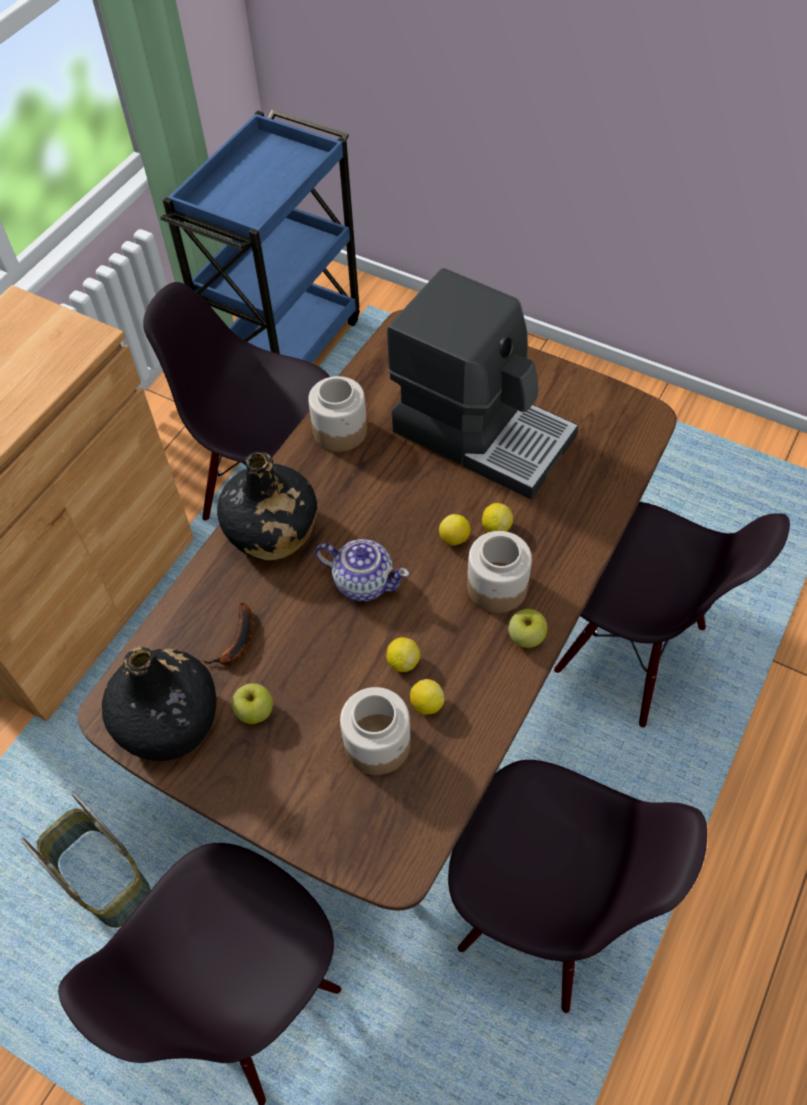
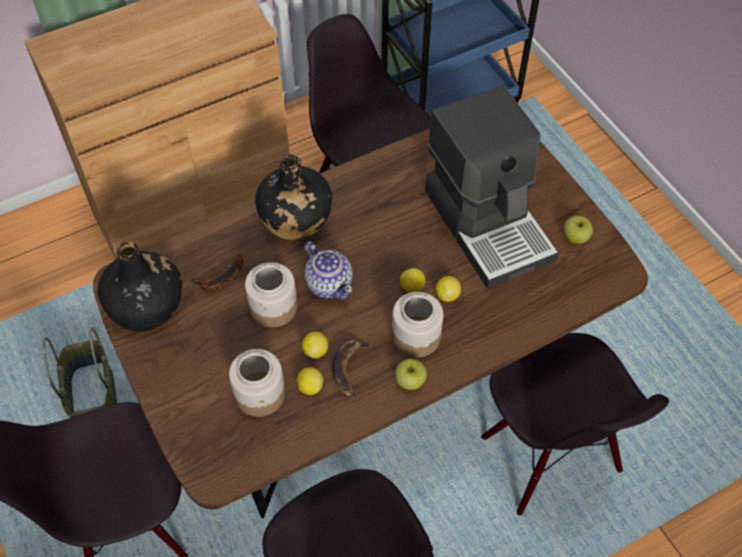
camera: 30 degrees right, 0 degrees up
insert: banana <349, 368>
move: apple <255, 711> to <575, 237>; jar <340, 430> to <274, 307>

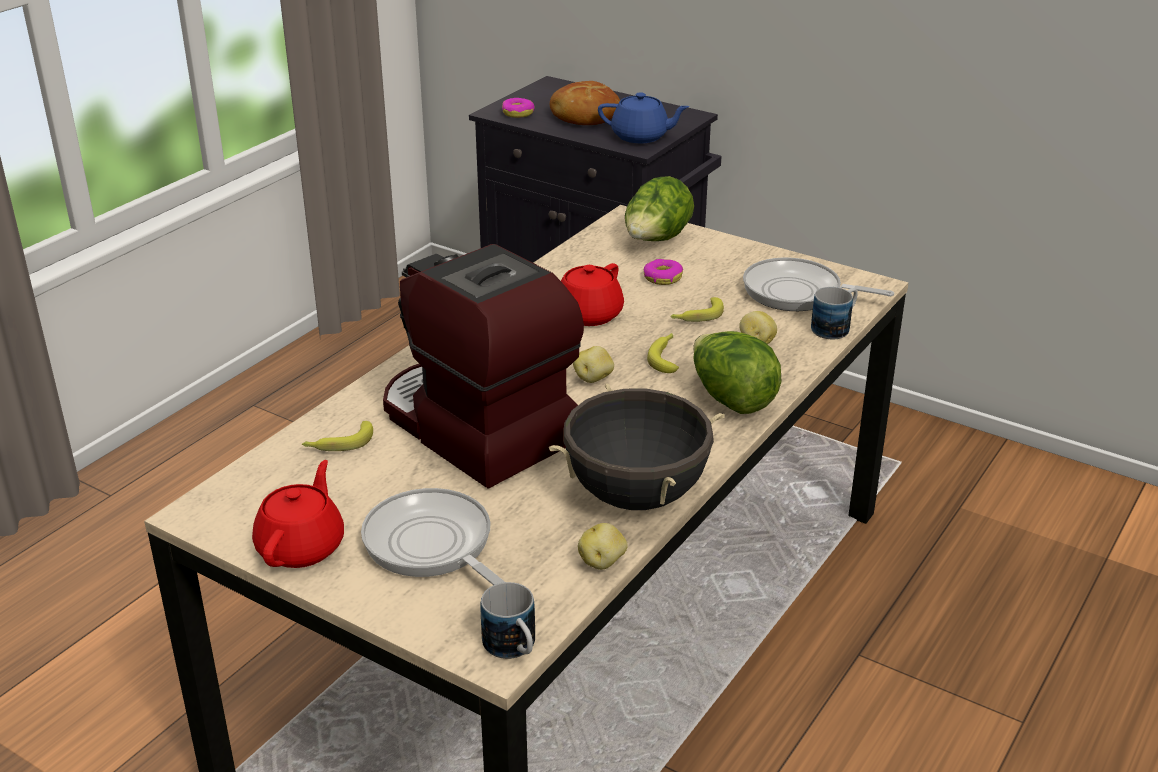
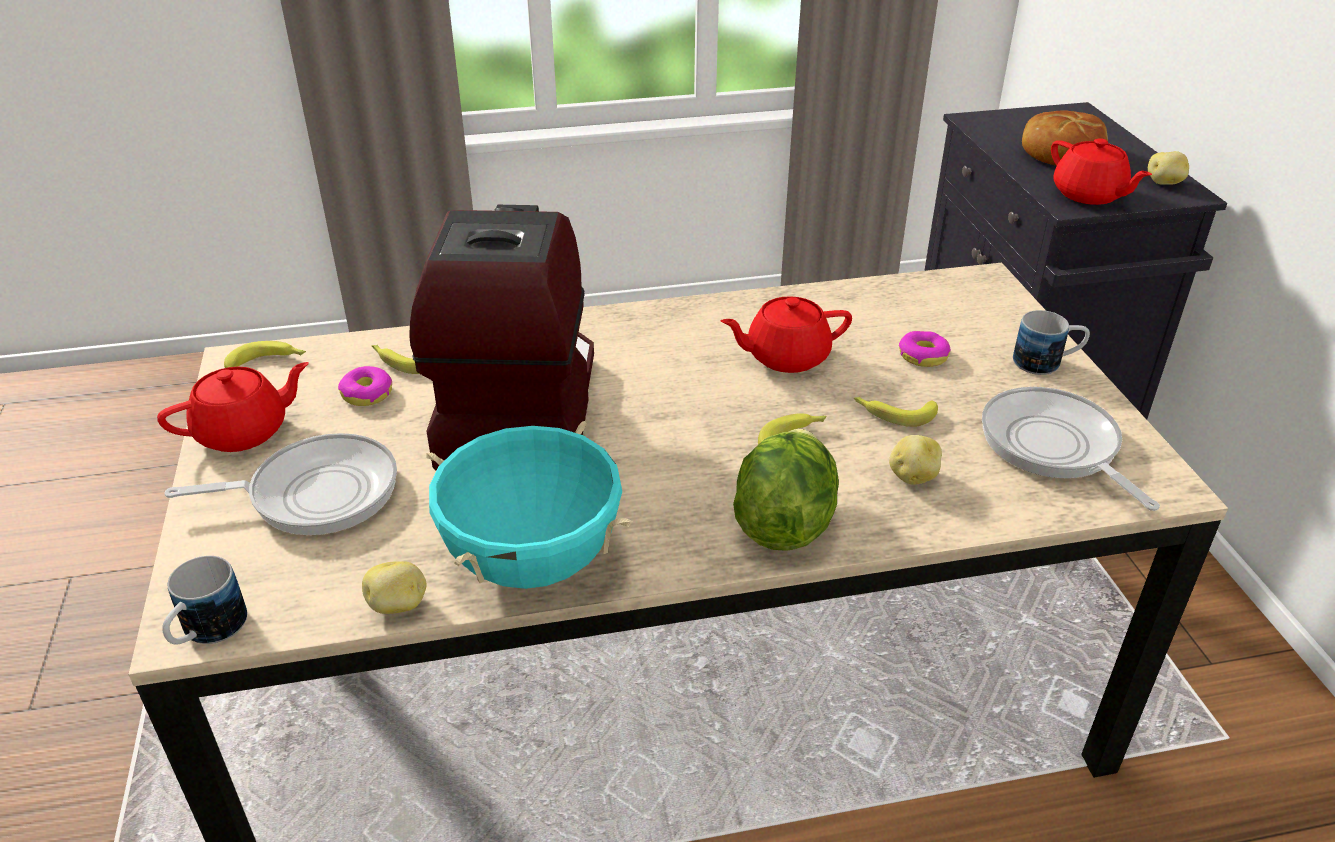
camera: 45 degrees right, 5 degrees up
delete: lettuce <656, 241>
insert: banana <268, 362>
move: donut <518, 113> to <367, 394>; potato <593, 379> to <1164, 183>; mug <835, 327> to <1046, 363>
recolor: black cooking pot <636, 495> to turquoise cooking pot <533, 560>; blue teapot <641, 137> to red teapot <1089, 195>
rotate: frying pan <432, 546> = <315, 493> 75 degrees clockwise

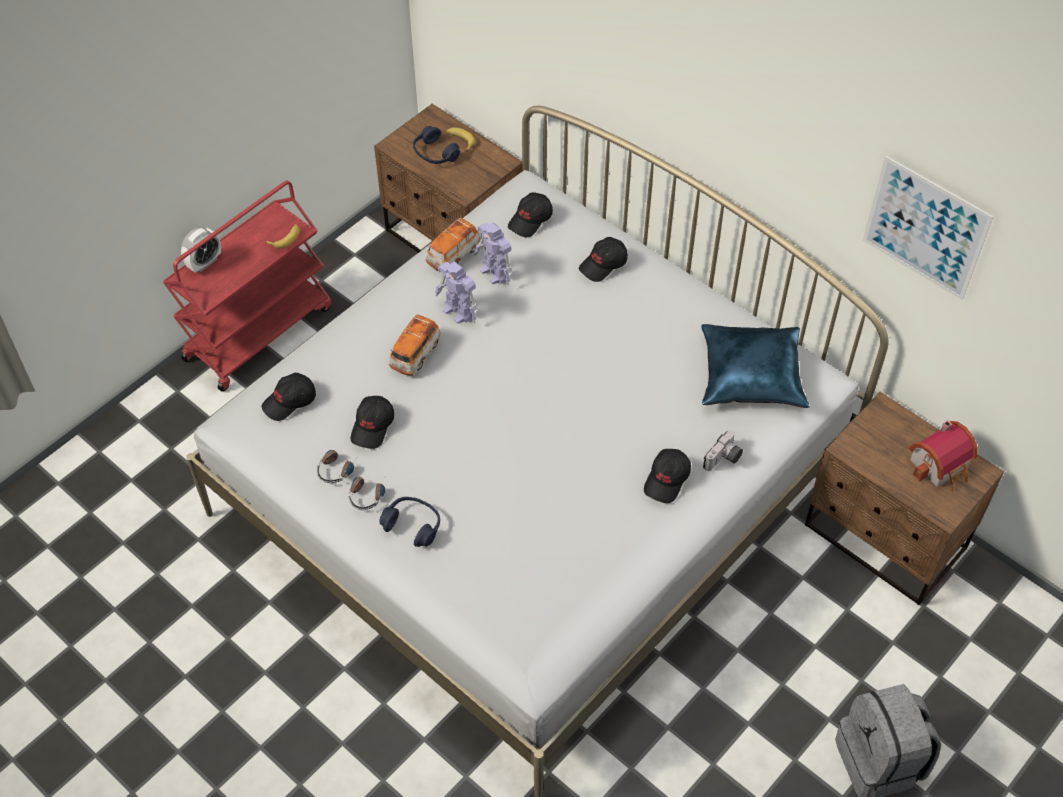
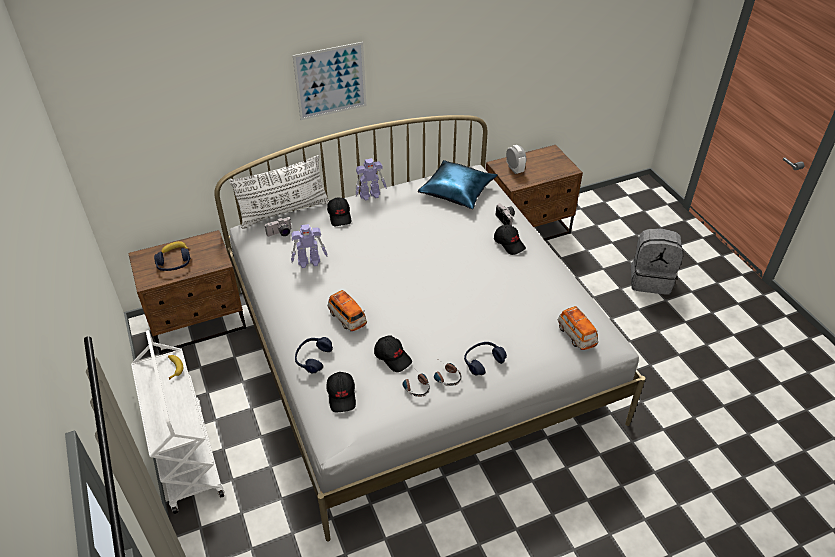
camera: 65 degrees left, 10 degrees down
delete: toy house <941, 466>
insert: white pillow <284, 211>; blue headphones <313, 358>
move: alarm clock <204, 263> to <514, 169>; toy car <453, 255> to <576, 335>; toy robot <458, 312> to <370, 195>; picture <925, 228> to <330, 81>
replace: black cap <531, 220> to photo camera <280, 233>
recolor: red cart <258, 332> to white cart <186, 456>

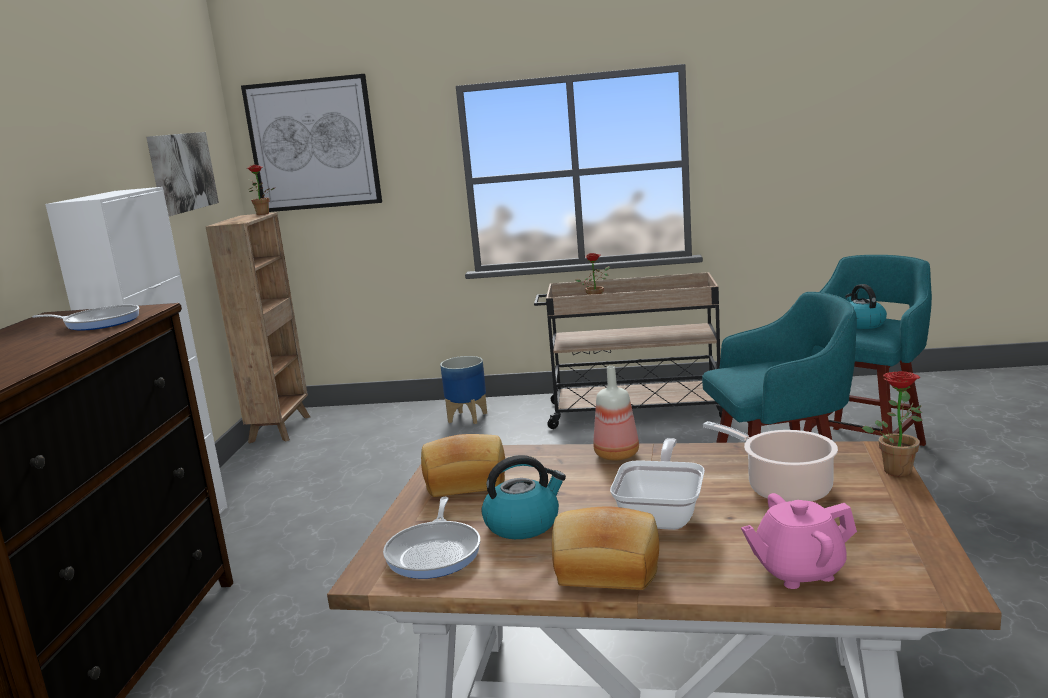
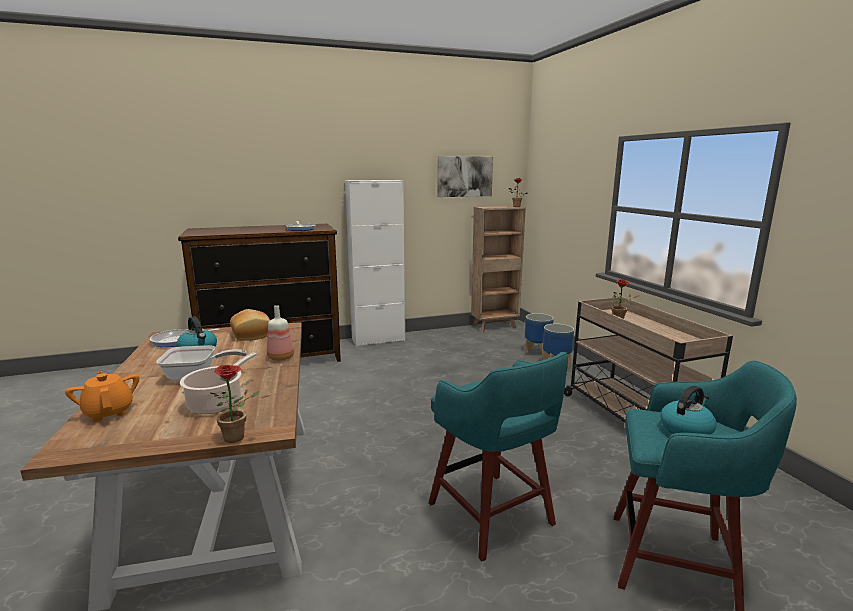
camera: 65 degrees right, 0 degrees up
delete: picture <313, 144>; bread <606, 570>
insert: planter <537, 352>
recolor: pink teapot <798, 571> to orange teapot <109, 412>

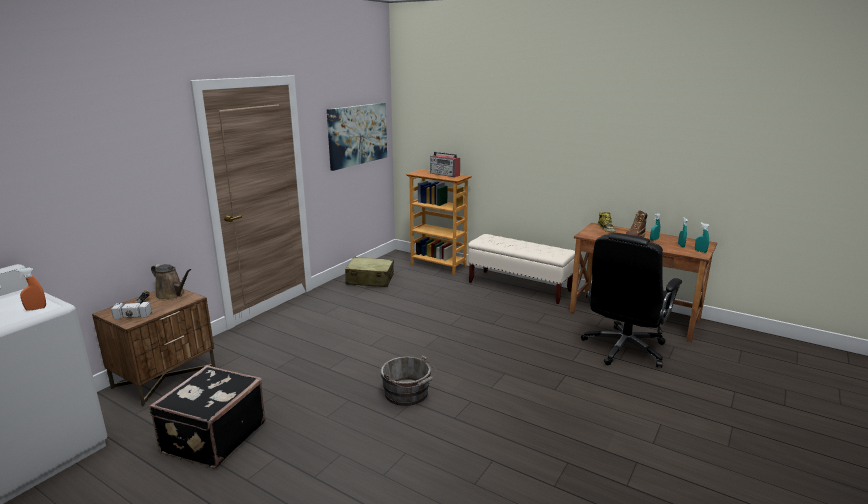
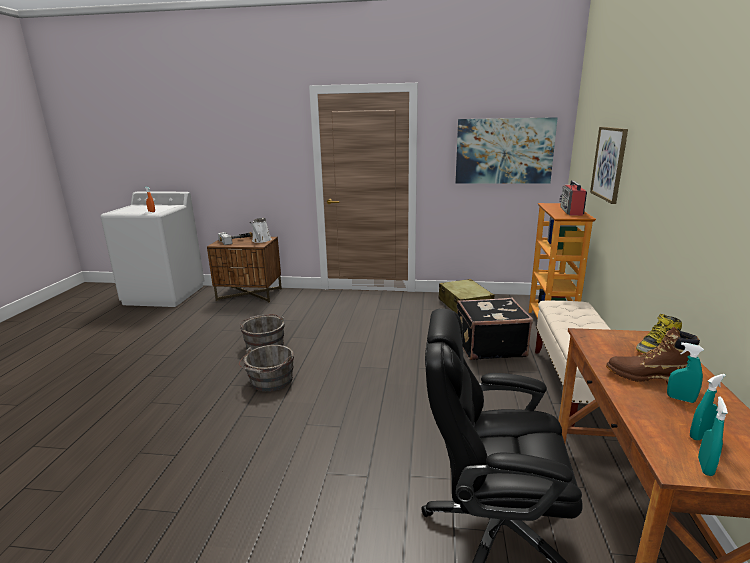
camera: 65 degrees right, 0 degrees up
insert: grey bucket <264, 344>; picture <609, 163>
move: black suitcase <212, 437> to <489, 346>
recolor: brown watering can <172, 295> to white watering can <261, 240>

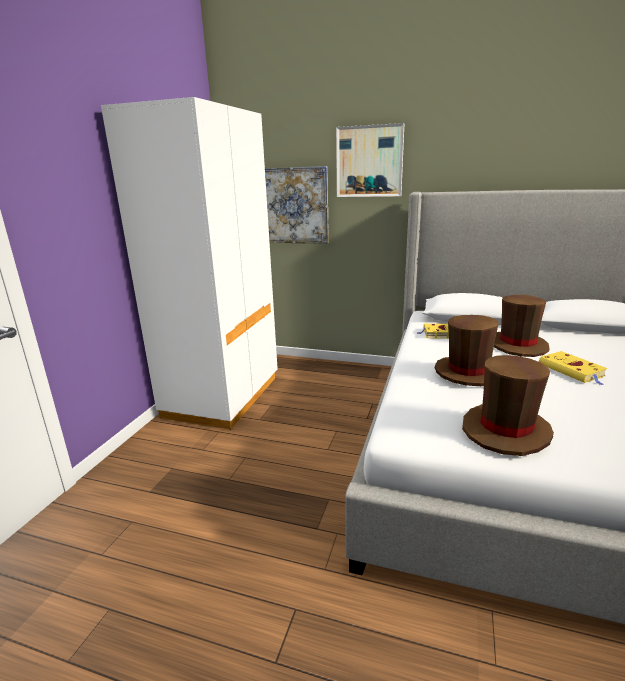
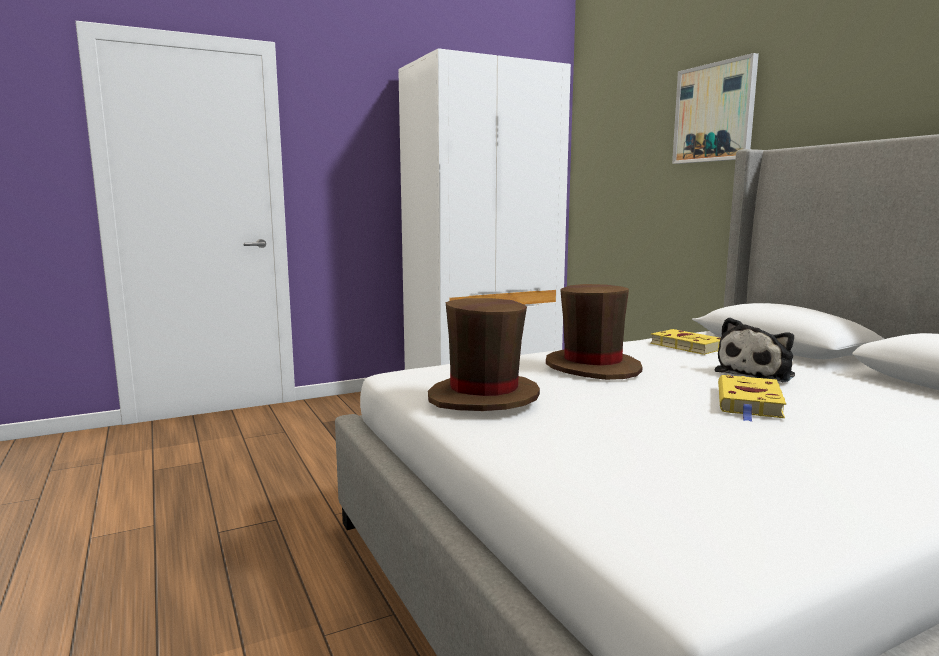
camera: 45 degrees right, 10 degrees down
delete: picture <293, 206>
replace: brown hat <517, 345> to plush toy <757, 373>

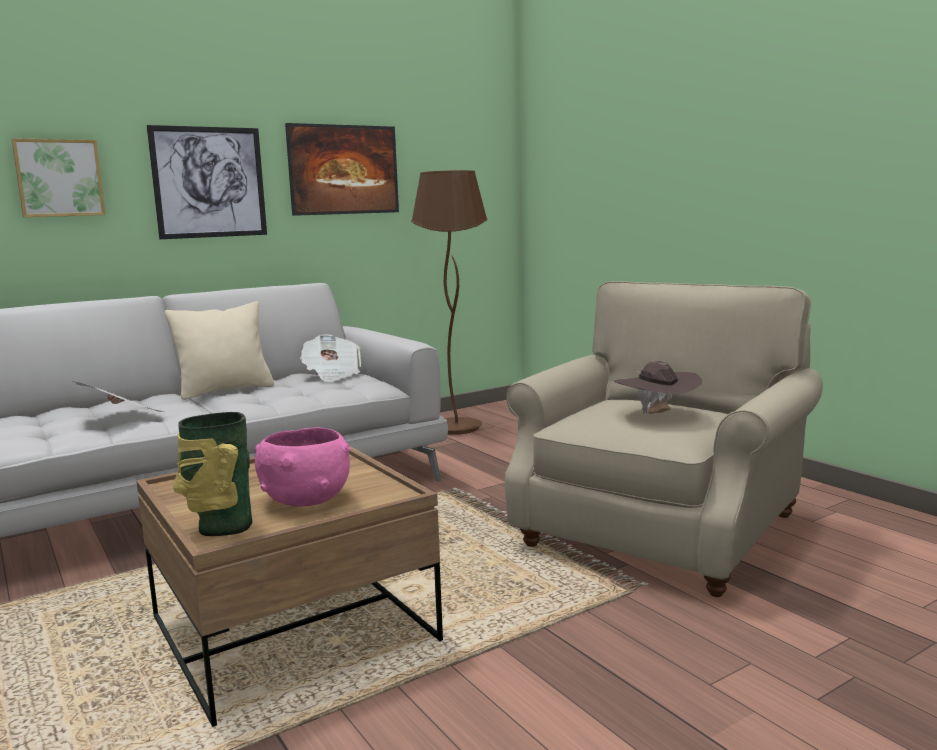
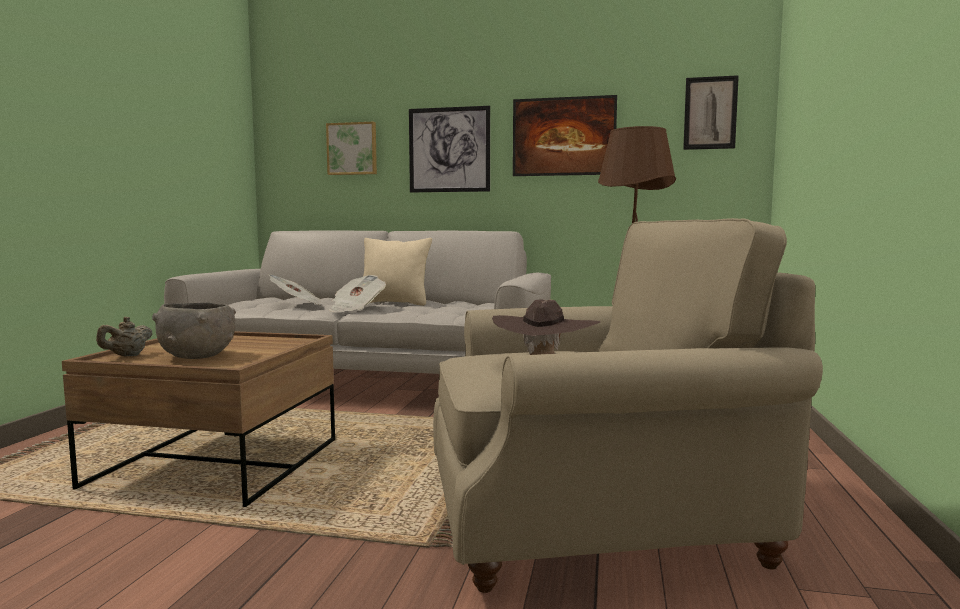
camera: 45 degrees right, 5 degrees down
insert: picture <710, 113>
move: newspaper <332, 375> to <356, 309>
replace: vase <222, 527> to beige teapot <127, 356>
recolor: pink bowl <306, 500> to grey bowl <197, 356>

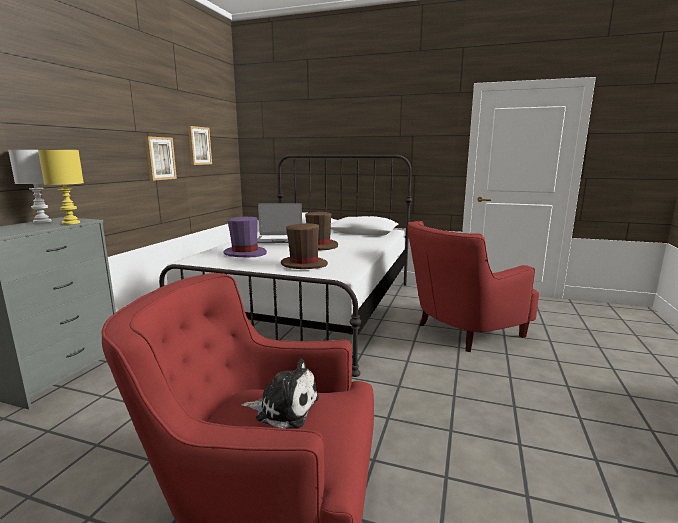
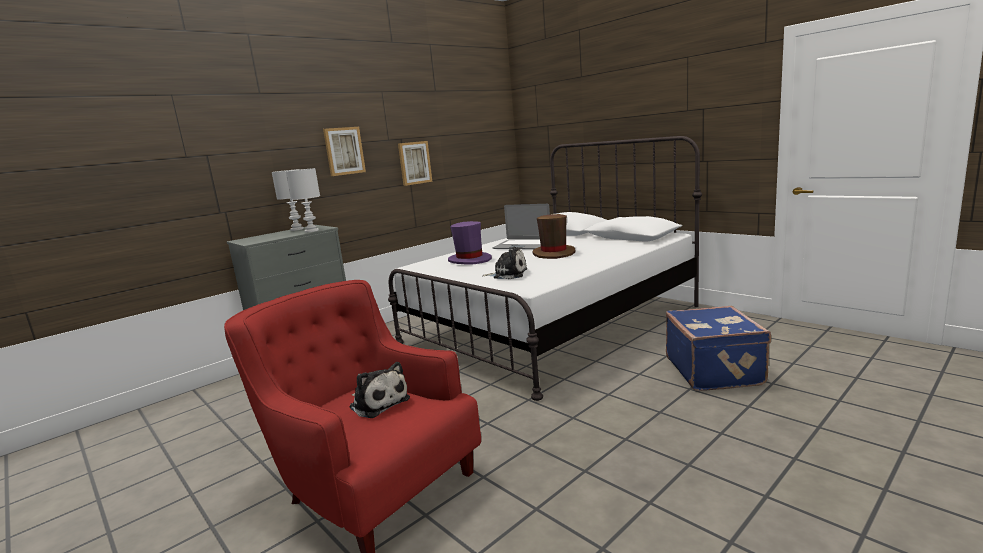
camera: 30 degrees right, 0 degrees up
move: picture <199, 145> to <344, 151>
replace: brown hat <304, 264> to plush toy <508, 274>; red armchair <462, 331> to blue suitcase <715, 371>
recolor: yellow table lamp <70, 223> to white table lamp <311, 231>

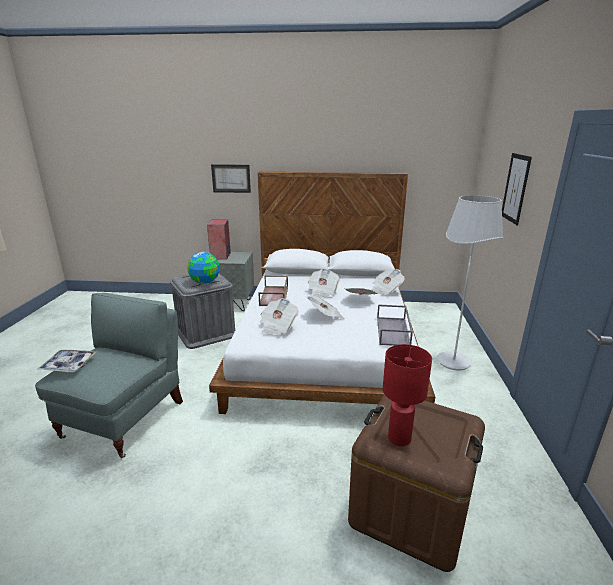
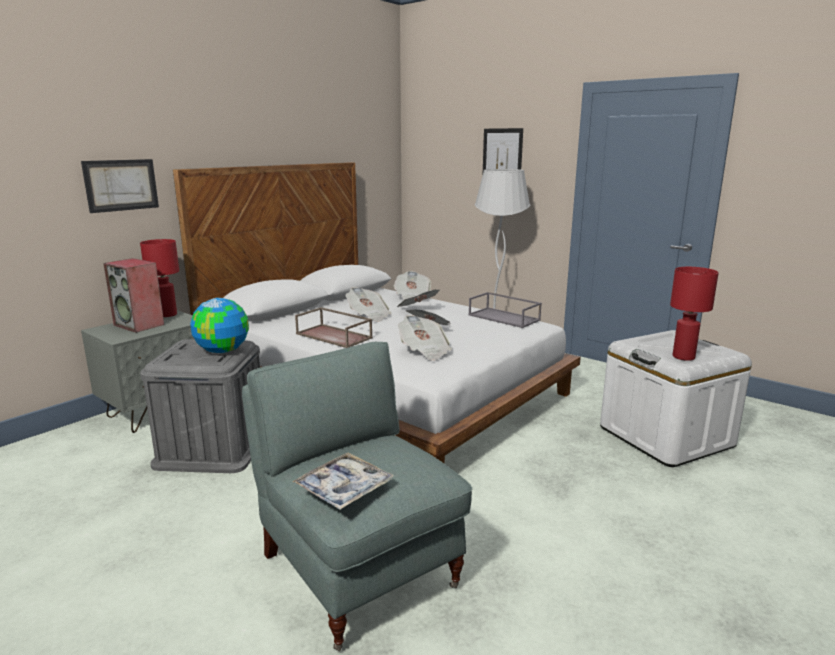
camera: 55 degrees left, 5 degrees down
insert: red table lamp <167, 314>
recolor: brown storage box <410, 509> to white storage box <665, 436>

